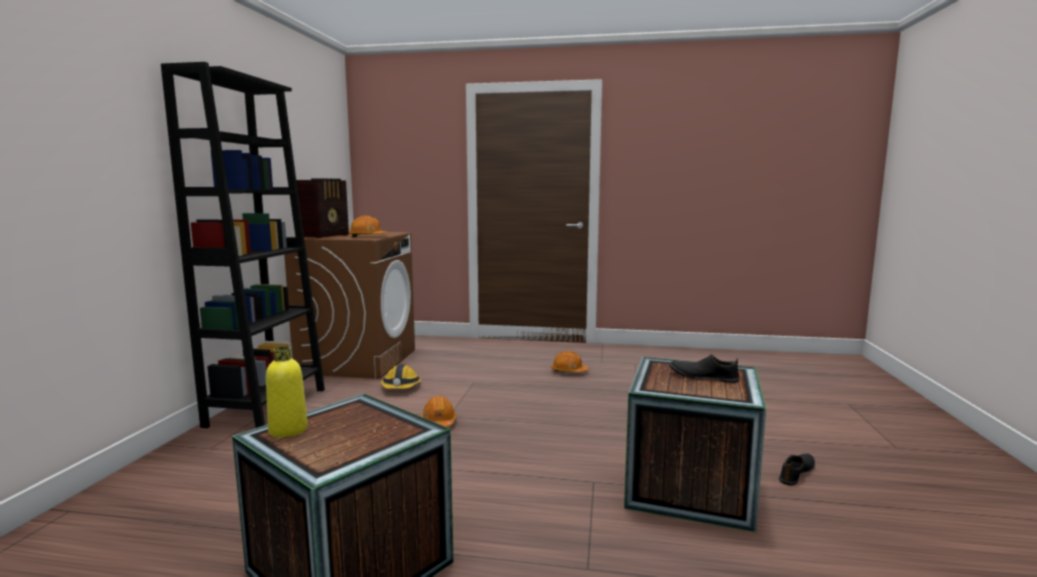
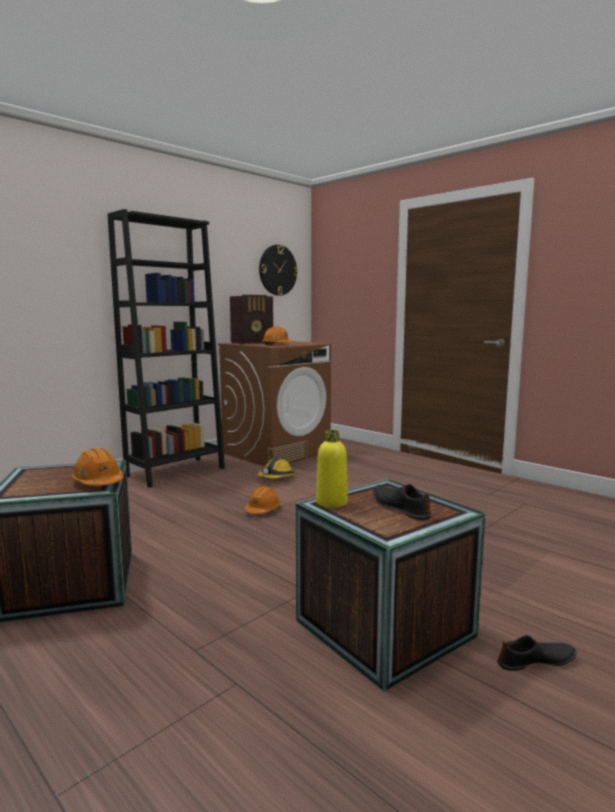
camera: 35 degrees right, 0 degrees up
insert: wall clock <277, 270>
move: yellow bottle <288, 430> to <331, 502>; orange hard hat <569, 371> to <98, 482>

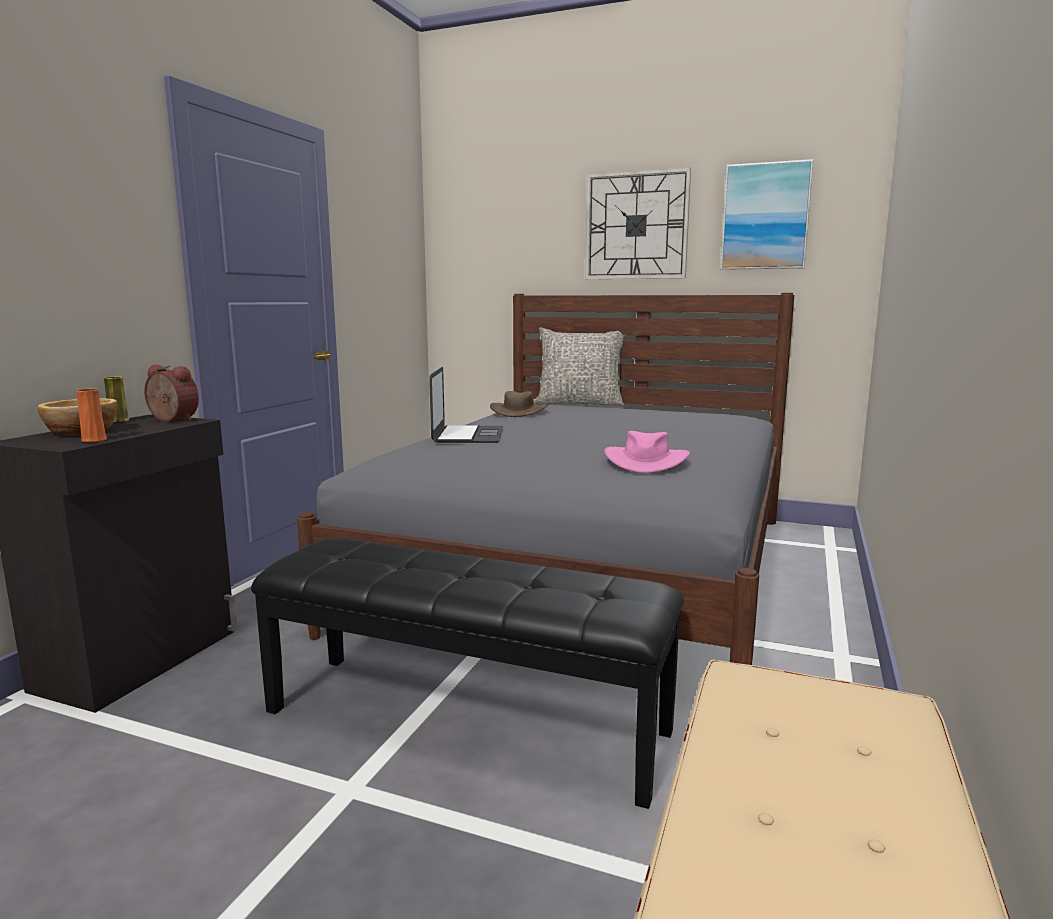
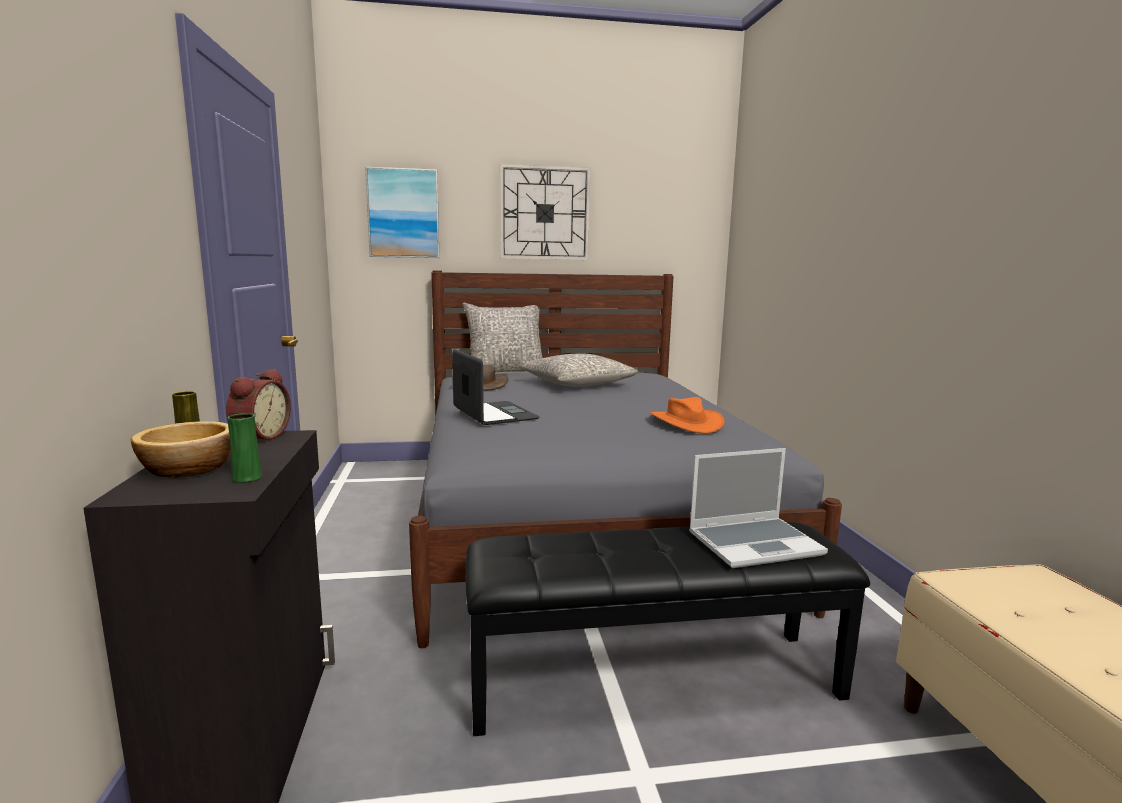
camera: 30 degrees left, 0 degrees up
insert: grey pillow <577, 384>; laptop <755, 543>
move: picture <765, 216> to <403, 213>
recolor: orange vase <94, 440> to green vase <247, 478>; pink hat <645, 461> to orange hat <686, 422>
rotate: alarm clock <171, 420> = <258, 437> 105 degrees clockwise

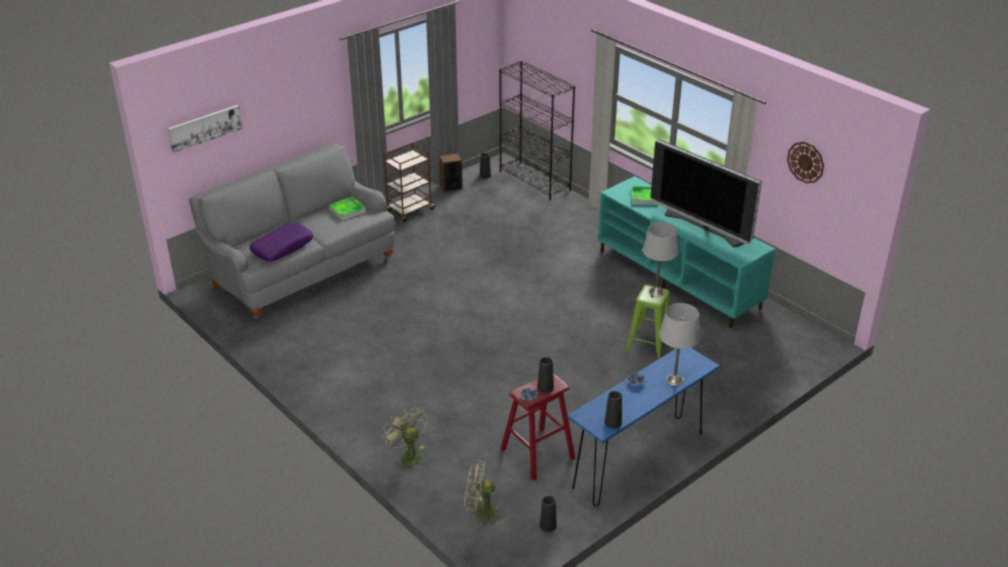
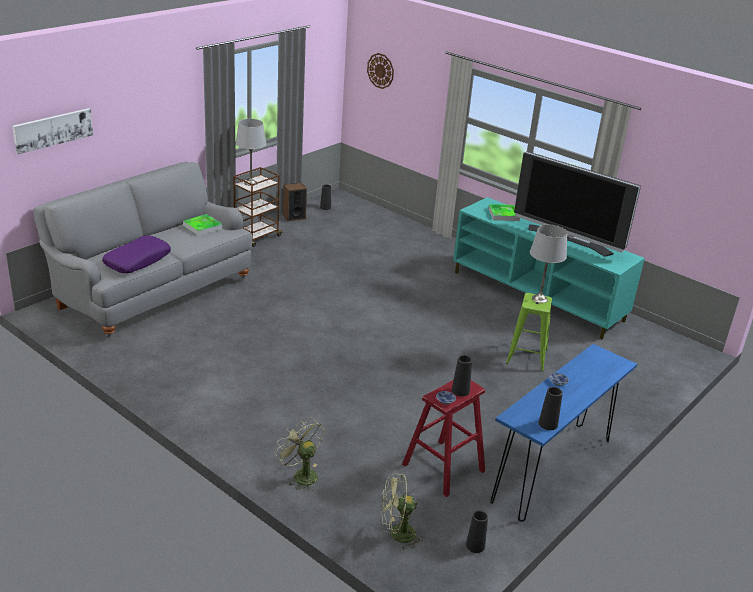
camera: 10 degrees left, 5 degrees down
delete: black bookcase <535, 181>
move: grey table lamp <675, 380> to <251, 183>; wall clock <805, 162> to <380, 70>

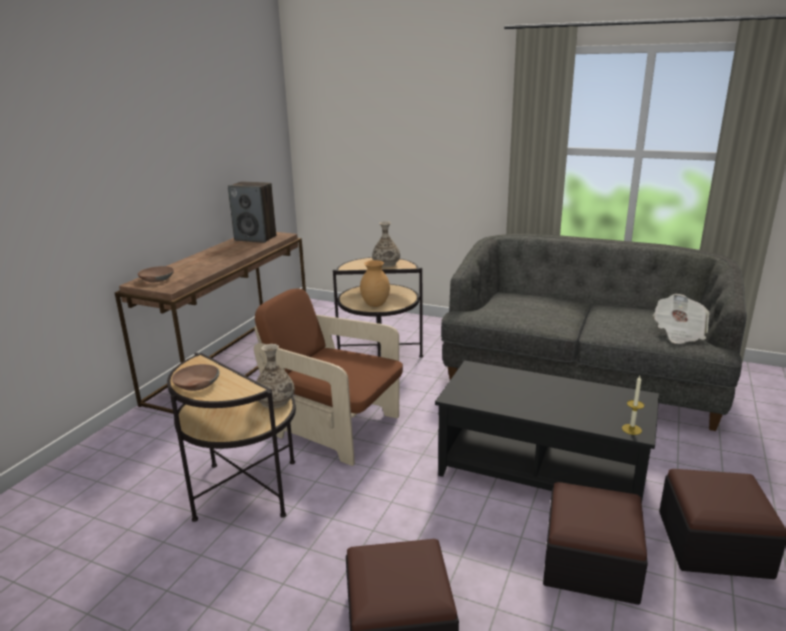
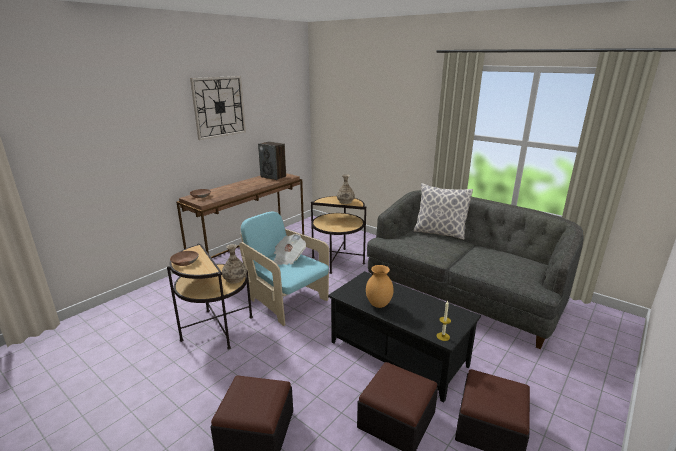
camera: 15 degrees right, 0 degrees up
insert: wall clock <219, 107>; pillow <439, 233>
move: brown vase <375, 305> to <379, 305>; newspaper <679, 333> to <288, 258>
recolor: brown armchair <335, 428> to turquoise armchair <286, 301>

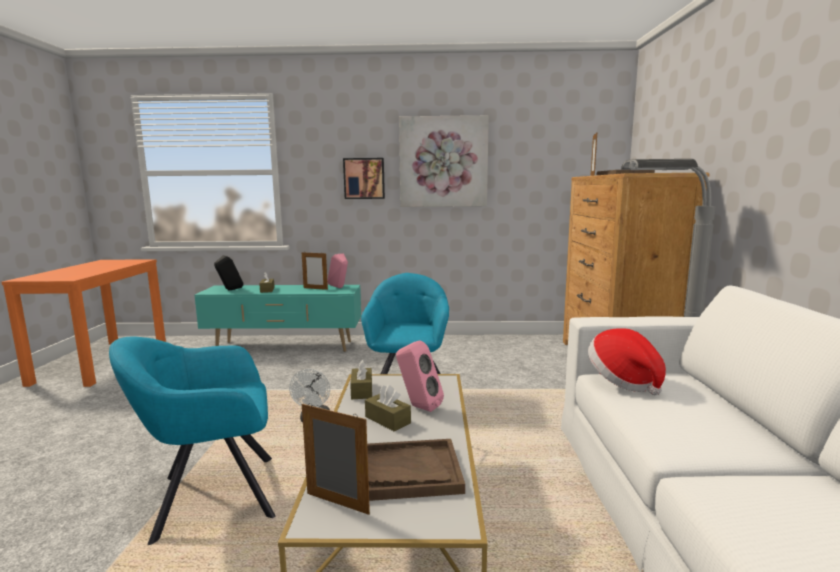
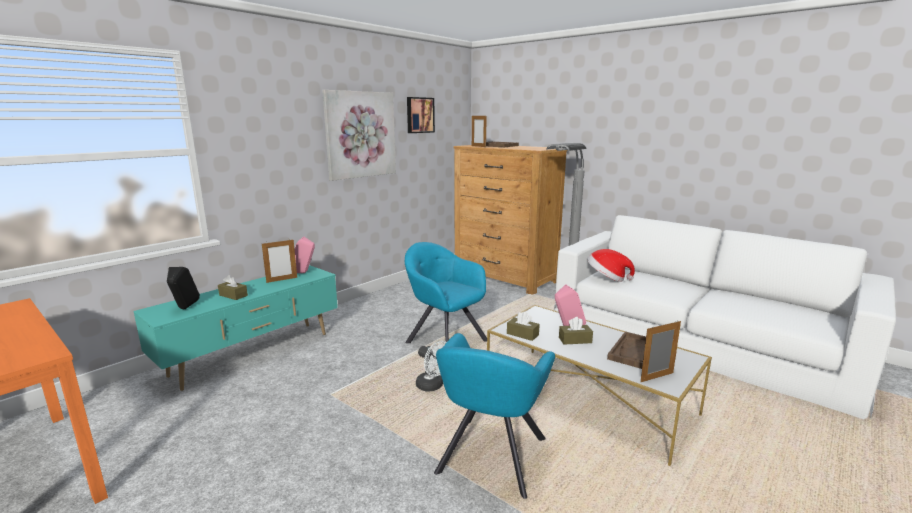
camera: 50 degrees left, 5 degrees up
move: picture <364, 178> to <419, 115>

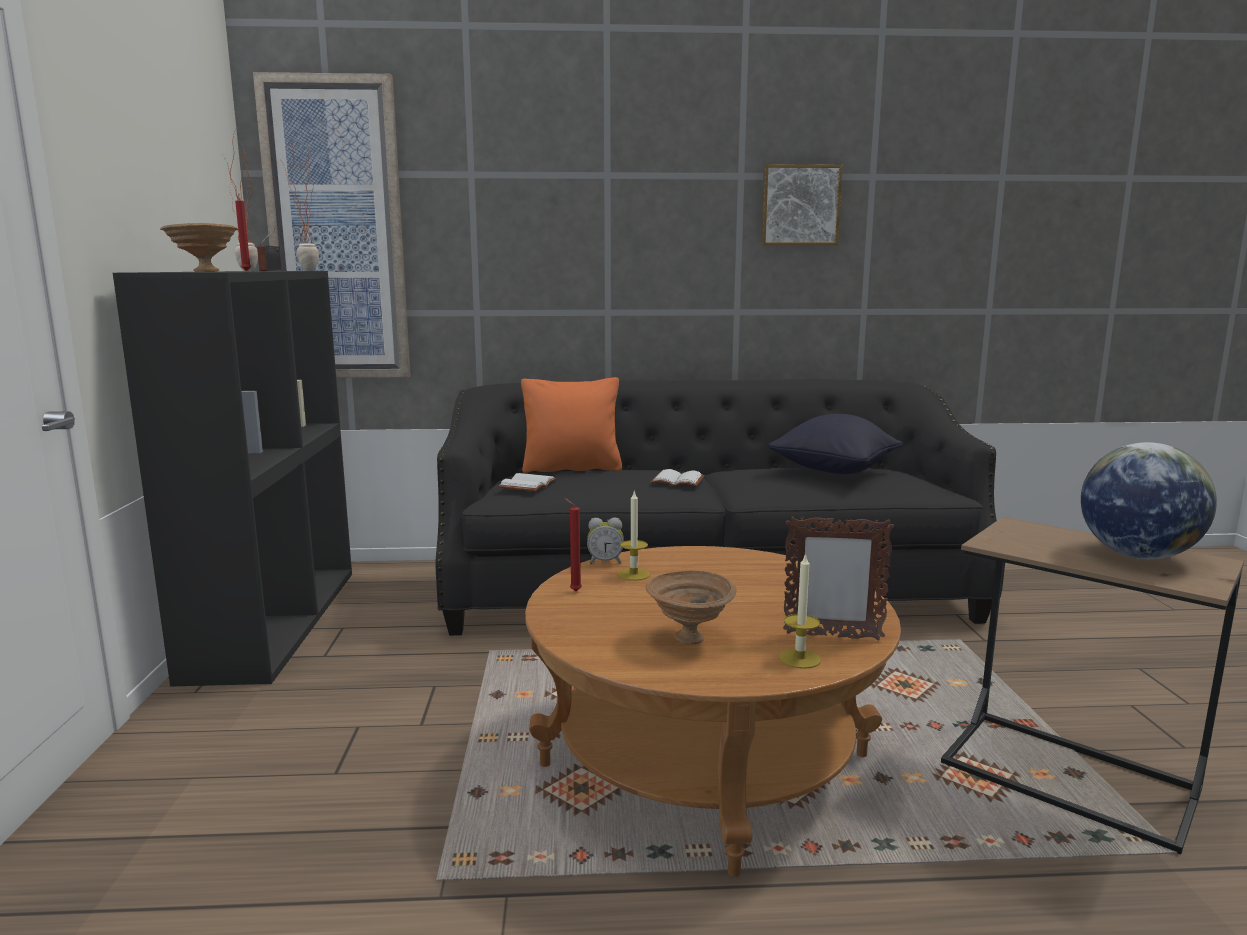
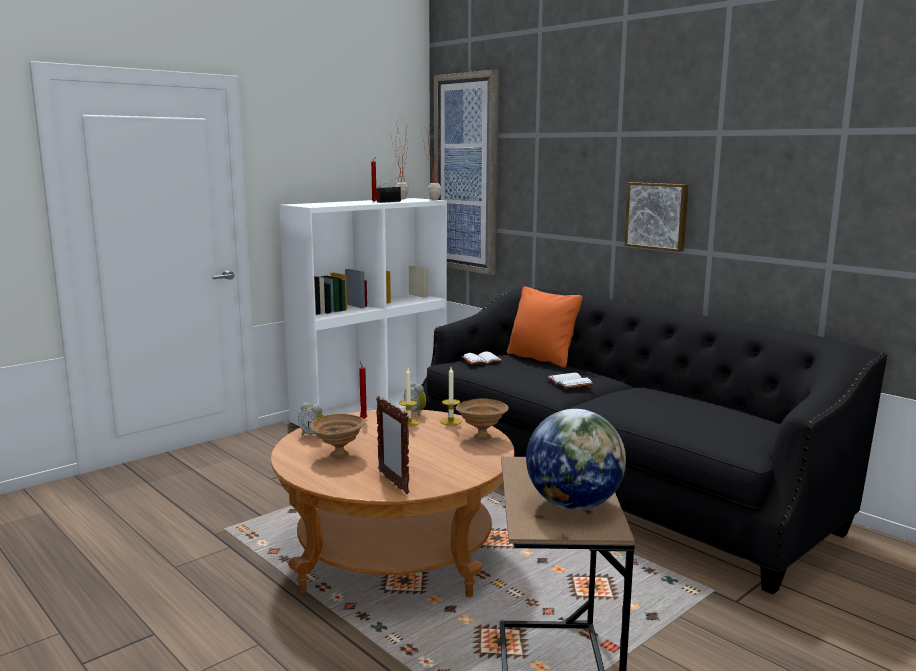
camera: 50 degrees right, 0 degrees up
delete: black pillow <833, 472>
insert: alarm clock <313, 435>
move: brown bowl <204, 271> to <481, 437>; picture <799, 205> to <657, 216>; candle <799, 658> to <451, 421>
recolor: black bookcase <273, 621> to white bookcase <371, 409>

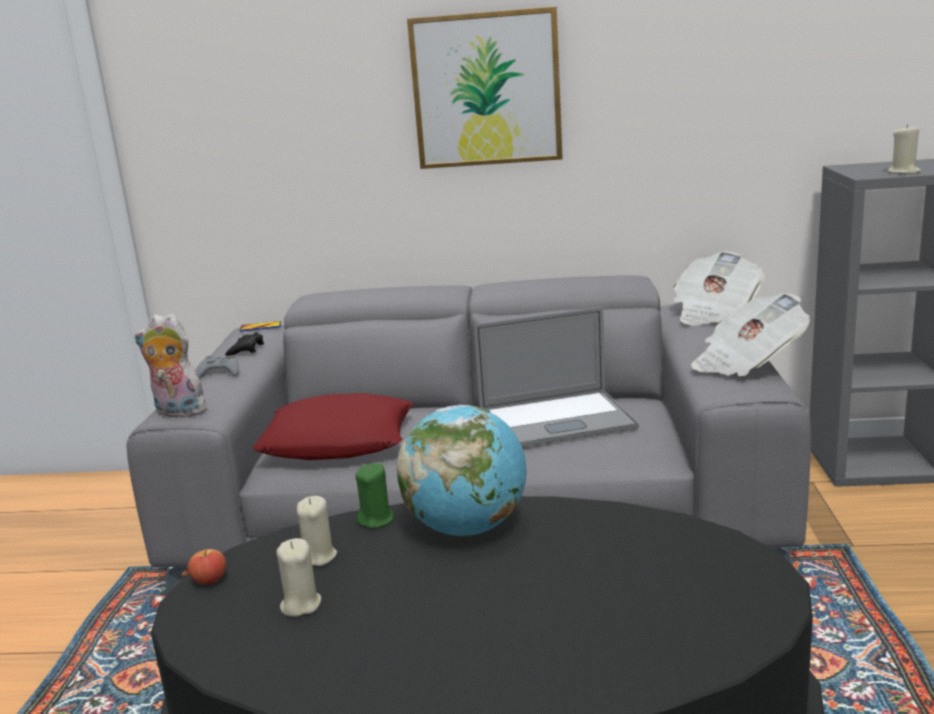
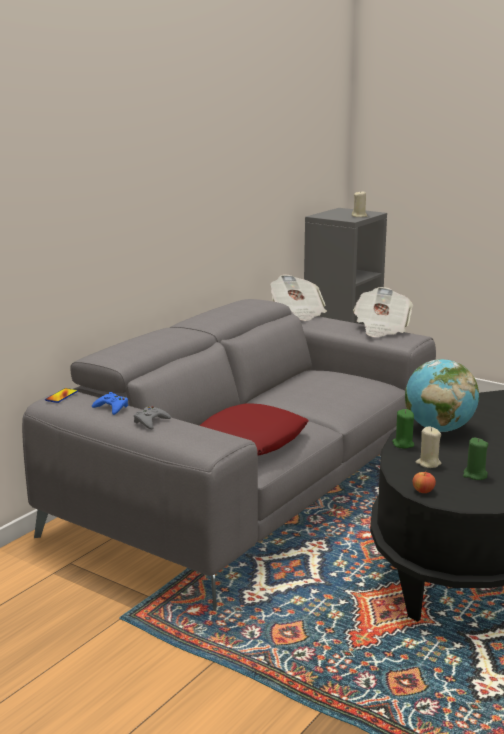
camera: 60 degrees left, 0 degrees up
delete: plush toy <177, 413>; picture <486, 89>; laptop <556, 421>
recolor: black game controller <246, 349> to blue game controller <111, 407>; beige candle <300, 605> to green candle <475, 475>

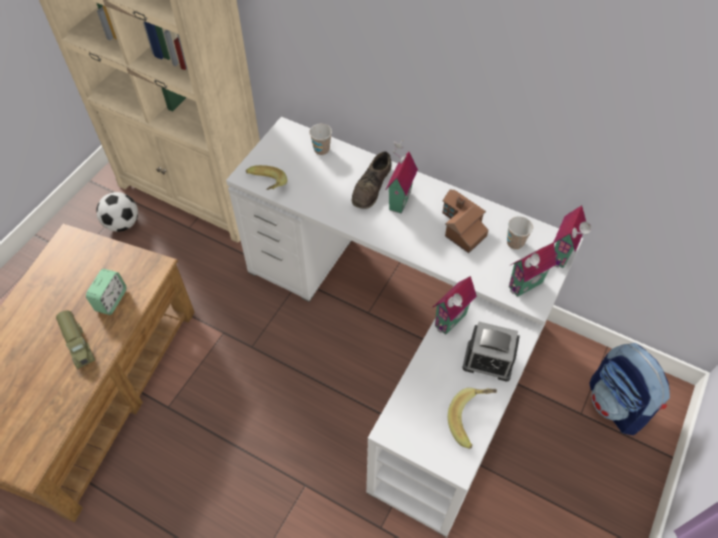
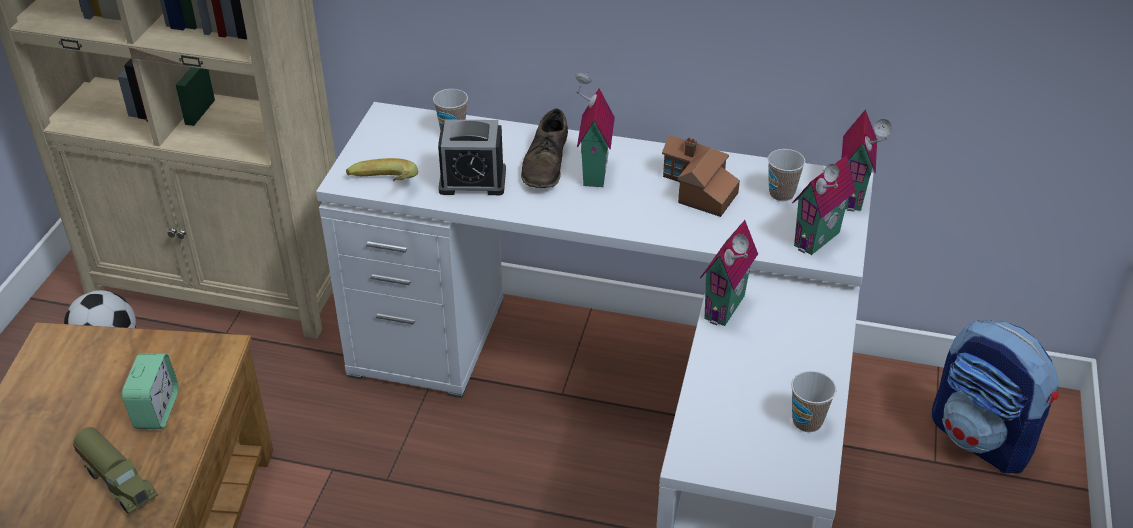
camera: 15 degrees left, 15 degrees down
move: alarm clock <488, 361> to <472, 180>
replace: banana <472, 420> to cup <807, 421>

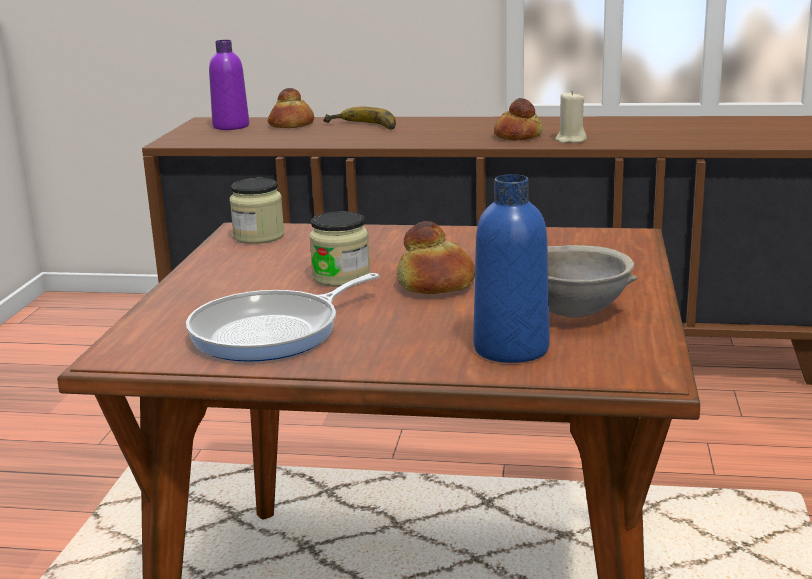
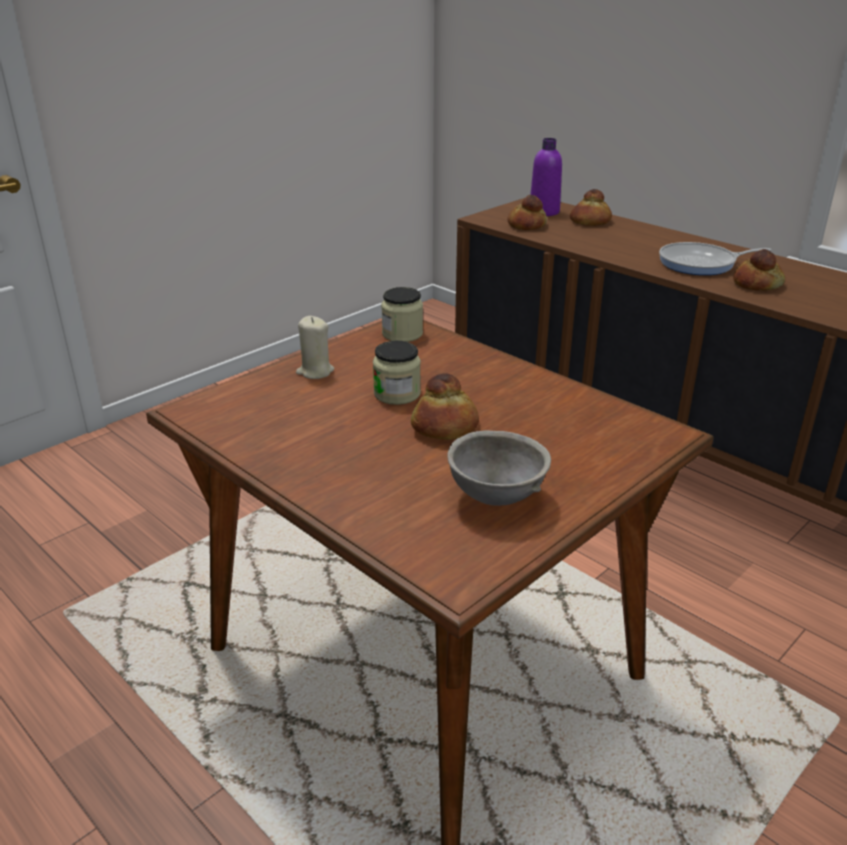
camera: 35 degrees right, 10 degrees up
delete: banana <362, 127>; blue bottle <511, 349>
insert: bread <526, 225>
move: frying pan <272, 332> to <701, 264>; beige candle <570, 140> to <315, 372>

